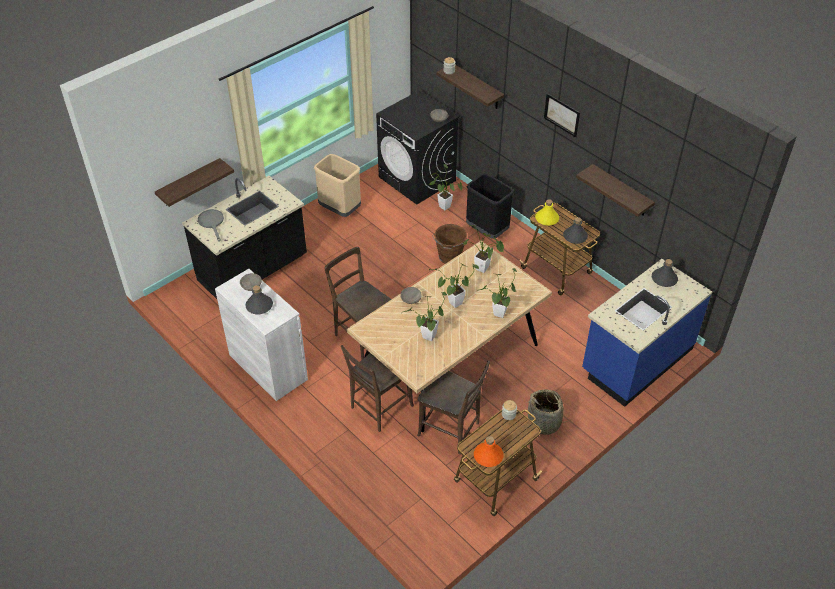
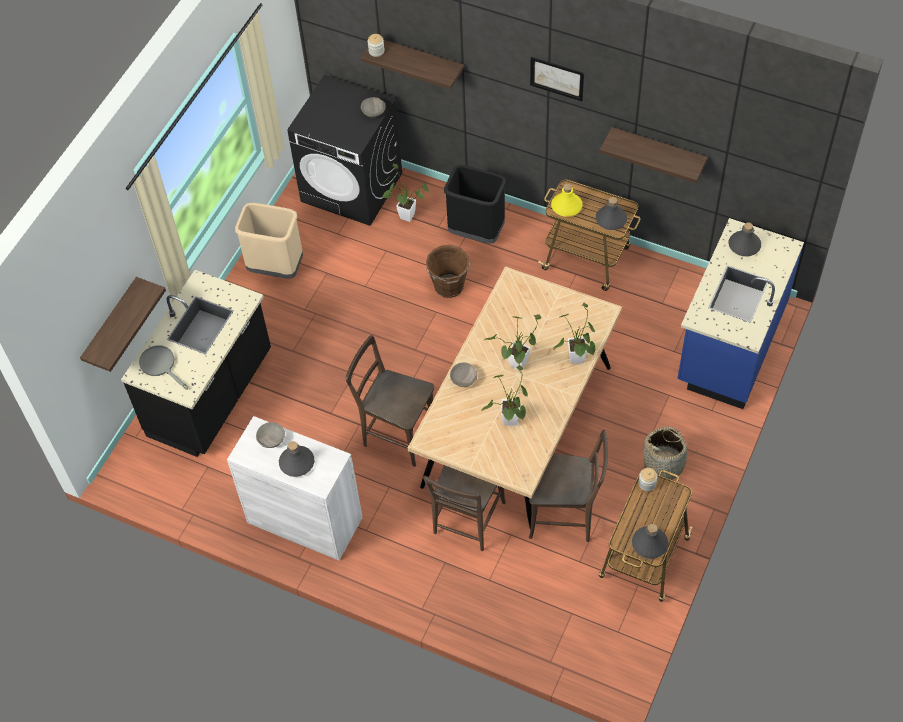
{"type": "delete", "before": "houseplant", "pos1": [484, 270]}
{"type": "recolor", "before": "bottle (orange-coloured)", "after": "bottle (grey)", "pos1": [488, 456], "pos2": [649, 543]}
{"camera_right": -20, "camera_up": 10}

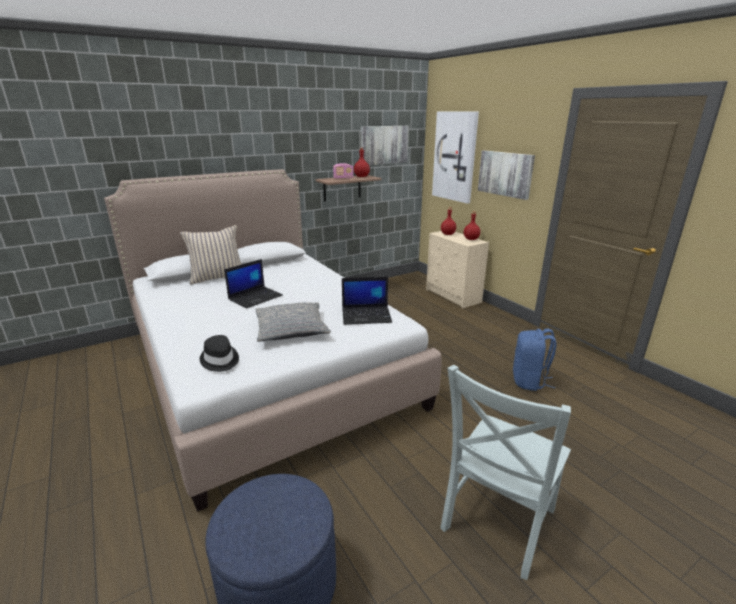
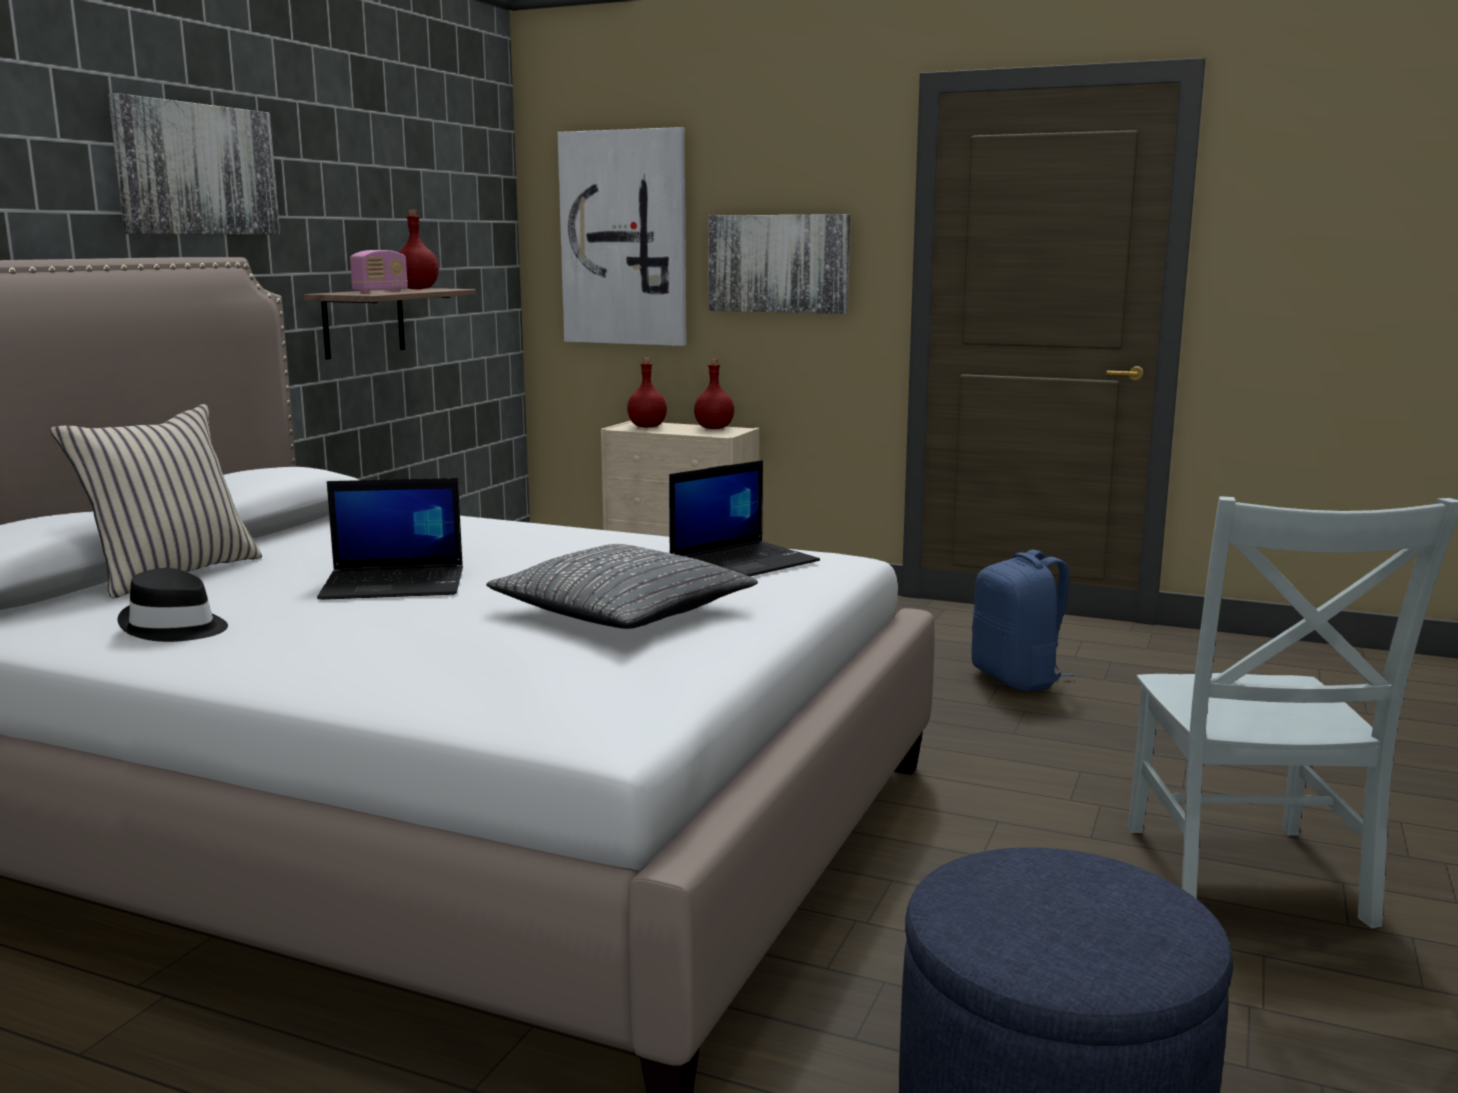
{"type": "move", "before": "picture", "pos1": [384, 145], "pos2": [196, 169]}
{"type": "rotate", "before": "laptop", "pos1": [255, 297], "pos2": [396, 584], "turn": 75}
{"type": "move", "before": "hat (blackish)", "pos1": [220, 360], "pos2": [174, 628]}
{"camera_right": -35, "camera_up": -10}

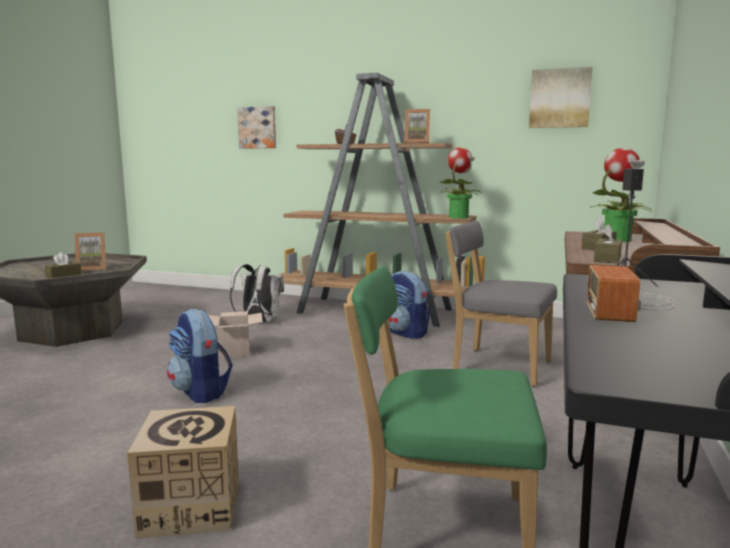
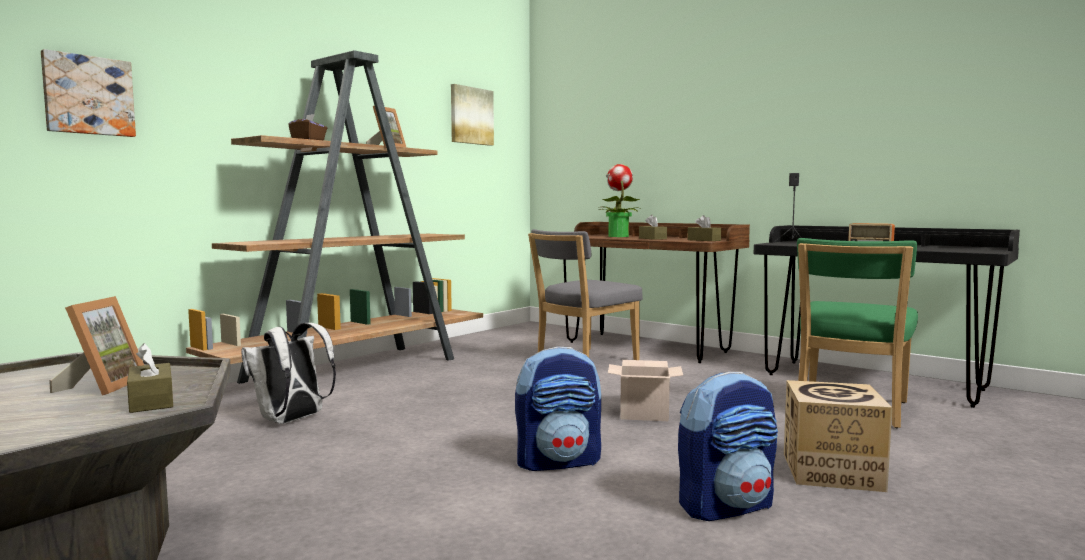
{"type": "delete", "before": "houseplant", "pos1": [458, 217]}
{"type": "move", "before": "knapsack", "pos1": [406, 333], "pos2": [726, 506]}
{"type": "move", "before": "packing box", "pos1": [235, 352], "pos2": [645, 414]}
{"camera_right": -70, "camera_up": -5}

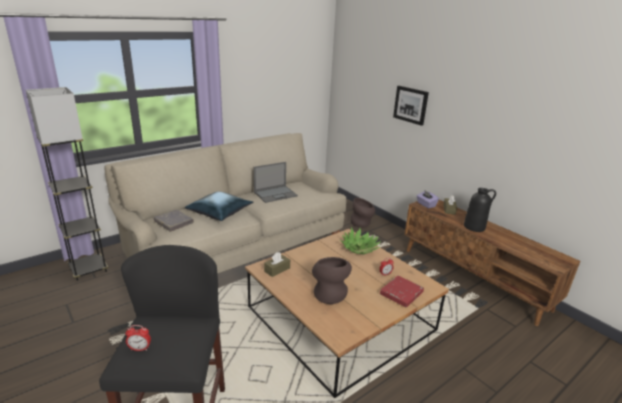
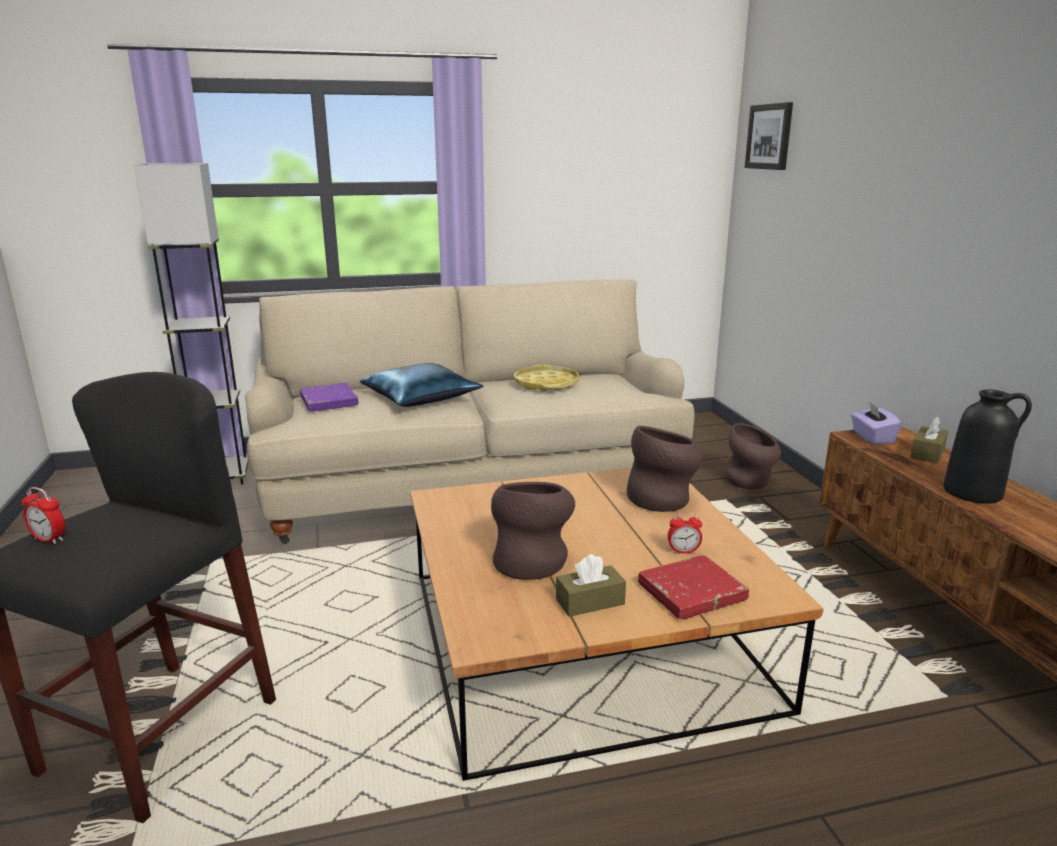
{"type": "move", "before": "picture", "pos1": [411, 105], "pos2": [769, 136]}
{"type": "replace", "before": "laptop", "after": "carrying tray (yellow-coloured)", "pos1": [276, 194], "pos2": [546, 384]}
{"type": "recolor", "before": "book (grey)", "after": "book (purplish)", "pos1": [174, 222], "pos2": [329, 401]}
{"type": "replace", "before": "houseplant", "after": "vase (brown-coloured)", "pos1": [359, 248], "pos2": [662, 499]}
{"type": "move", "before": "tissue holder (brown-coloured)", "pos1": [277, 269], "pos2": [590, 602]}
{"camera_right": 25, "camera_up": -5}

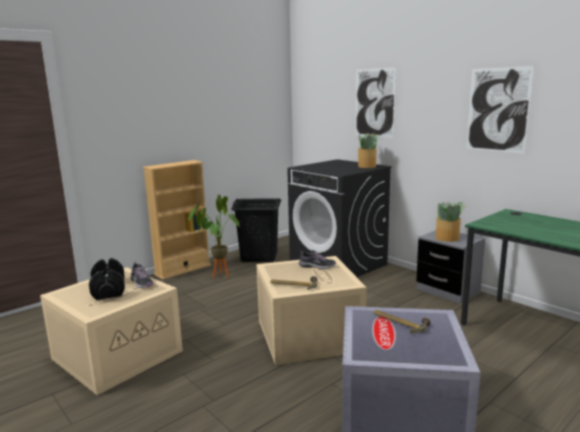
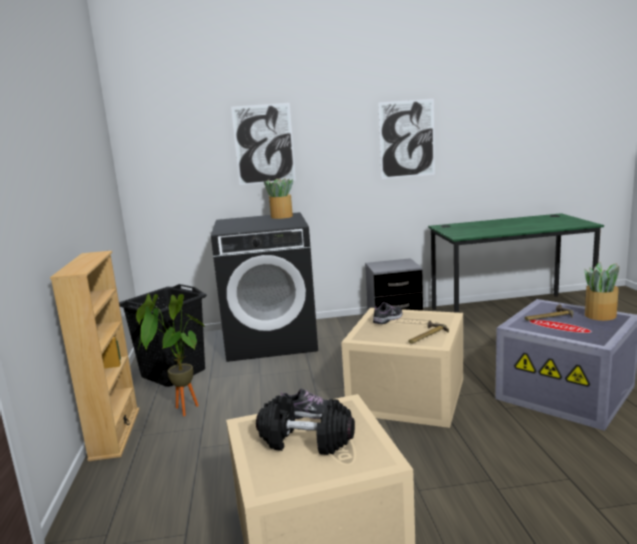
{"type": "move", "before": "houseplant", "pos1": [447, 238], "pos2": [601, 315]}
{"camera_right": -55, "camera_up": 0}

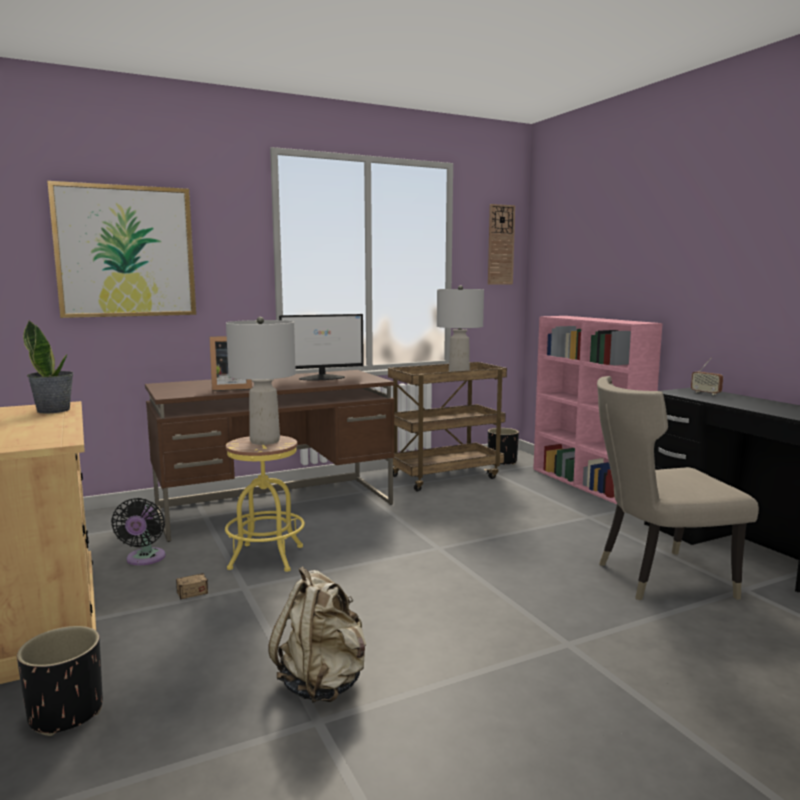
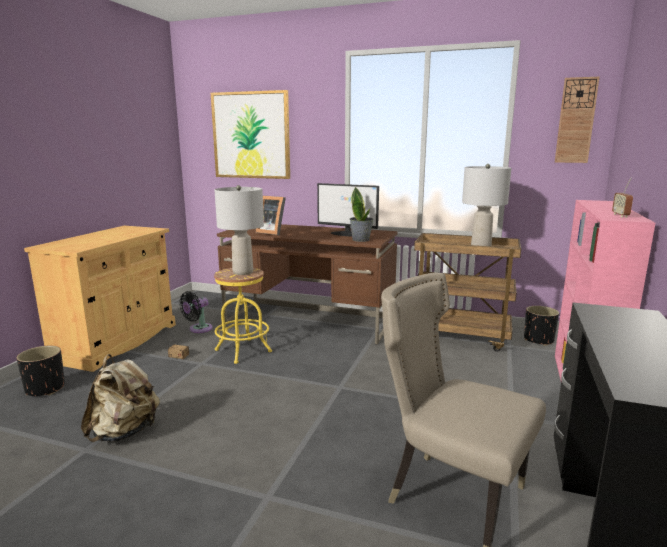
{"type": "move", "before": "houseplant", "pos1": [54, 410], "pos2": [361, 240]}
{"type": "move", "before": "radio set", "pos1": [705, 393], "pos2": [620, 215]}
{"camera_right": 45, "camera_up": 5}

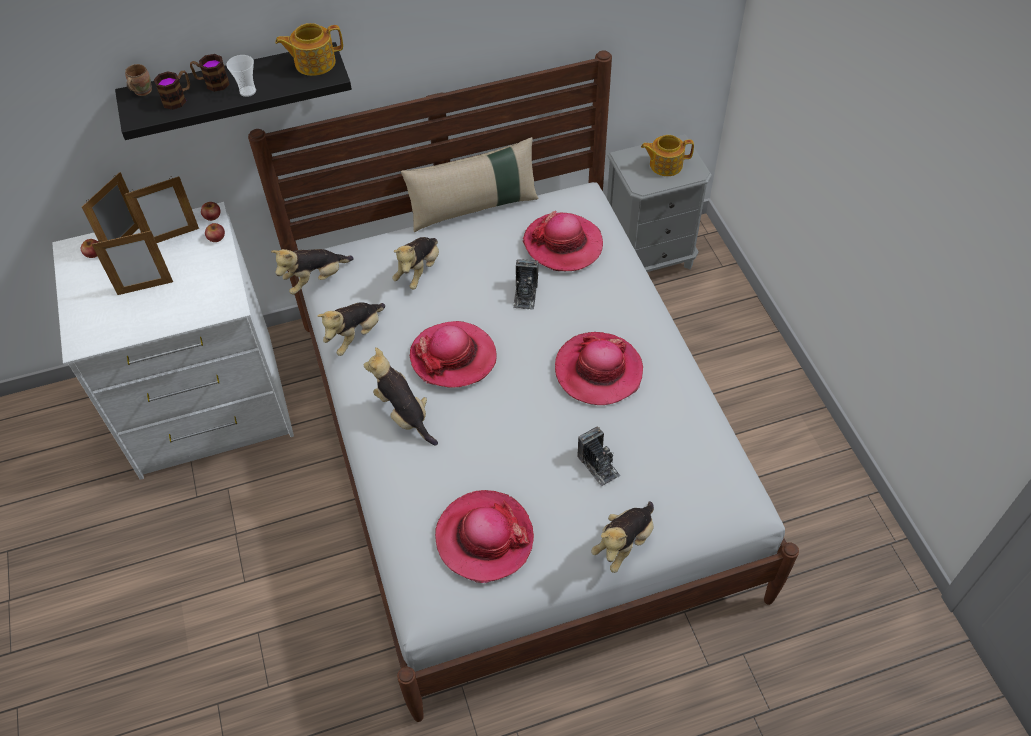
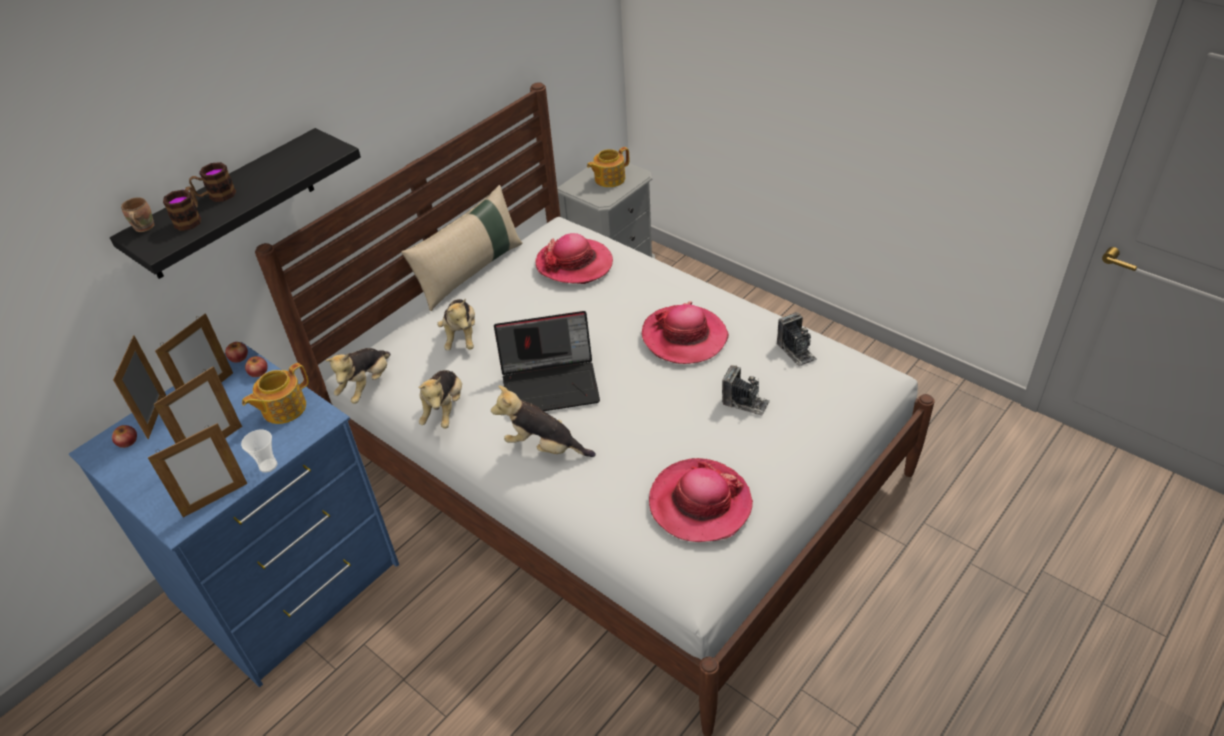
{"type": "move", "before": "tea pot", "pos1": [314, 62], "pos2": [283, 408]}
{"type": "move", "before": "drinking cup", "pos1": [248, 91], "pos2": [268, 465]}
{"type": "recolor", "before": "dresser (white-coloured)", "after": "dresser (blue)", "pos1": [208, 406], "pos2": [287, 583]}
{"type": "move", "before": "still camera", "pos1": [525, 294], "pos2": [796, 351]}
{"type": "replace", "before": "hat", "after": "laptop", "pos1": [453, 357], "pos2": [551, 384]}
{"type": "delete", "before": "soft toy", "pos1": [624, 543]}
{"type": "insert", "after": "photo frame", "pos2": [215, 500]}
{"camera_right": -30, "camera_up": -10}

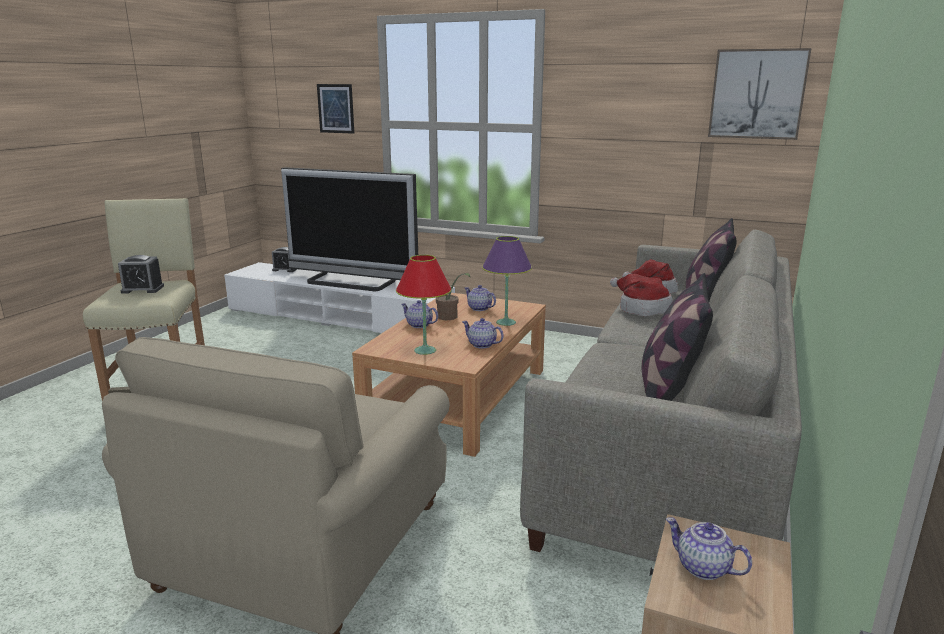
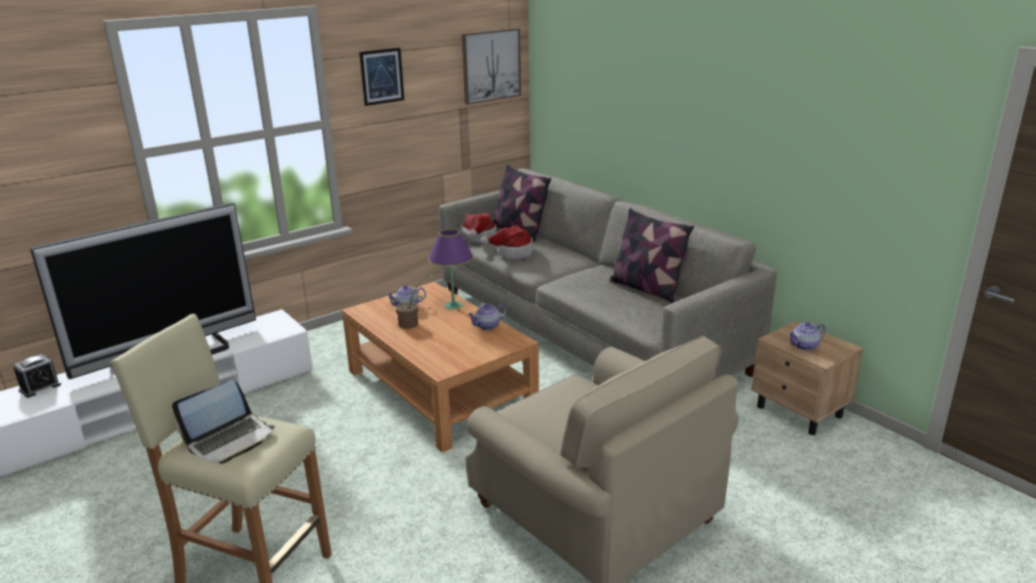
{"type": "move", "before": "picture", "pos1": [335, 108], "pos2": [382, 76]}
{"type": "replace", "before": "alarm clock", "after": "laptop", "pos1": [142, 289], "pos2": [230, 439]}
{"type": "delete", "before": "lamp for a table (red)", "pos1": [425, 350]}
{"type": "delete", "before": "tea pot", "pos1": [419, 325]}
{"camera_right": -60, "camera_up": 5}

